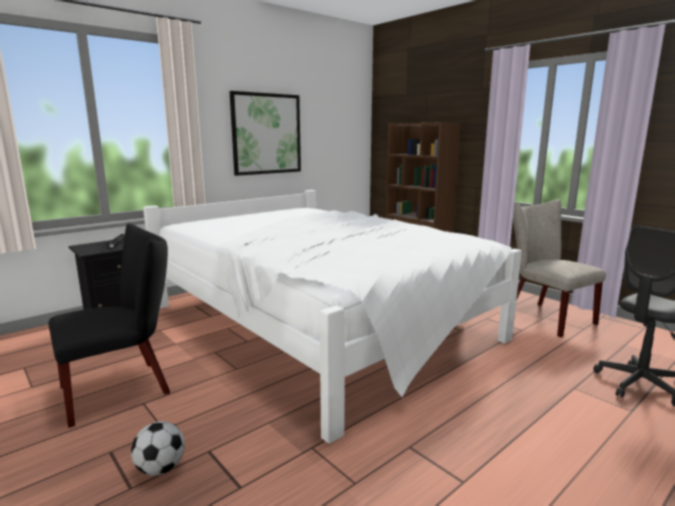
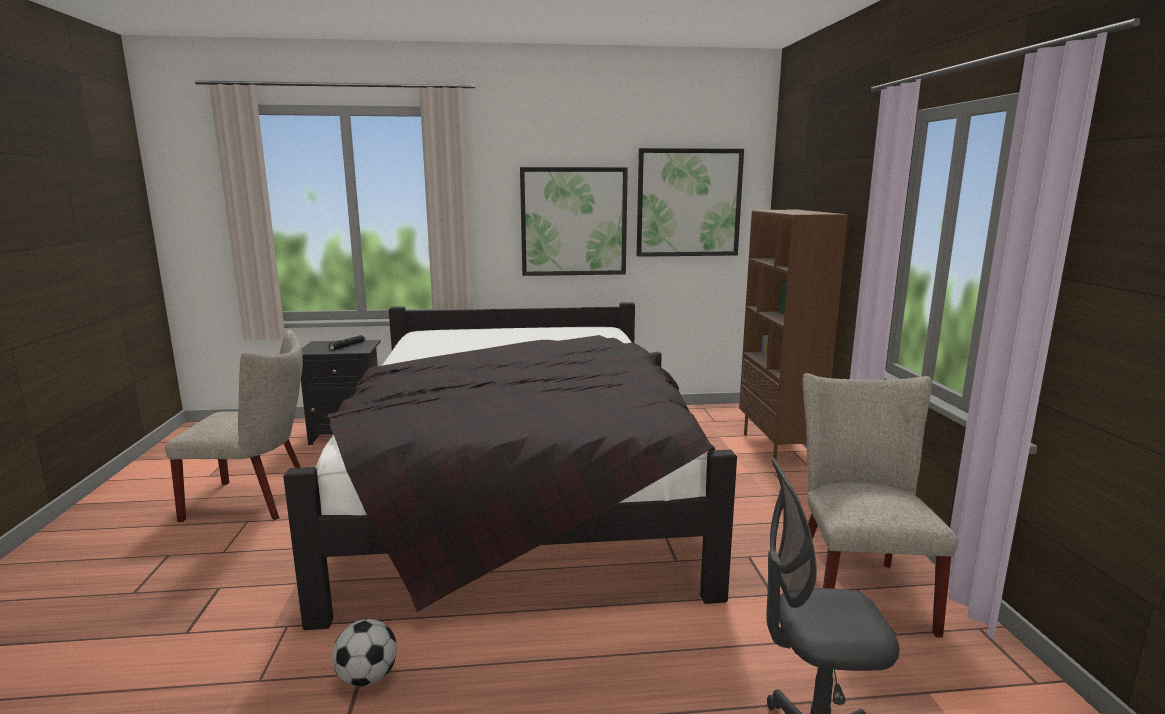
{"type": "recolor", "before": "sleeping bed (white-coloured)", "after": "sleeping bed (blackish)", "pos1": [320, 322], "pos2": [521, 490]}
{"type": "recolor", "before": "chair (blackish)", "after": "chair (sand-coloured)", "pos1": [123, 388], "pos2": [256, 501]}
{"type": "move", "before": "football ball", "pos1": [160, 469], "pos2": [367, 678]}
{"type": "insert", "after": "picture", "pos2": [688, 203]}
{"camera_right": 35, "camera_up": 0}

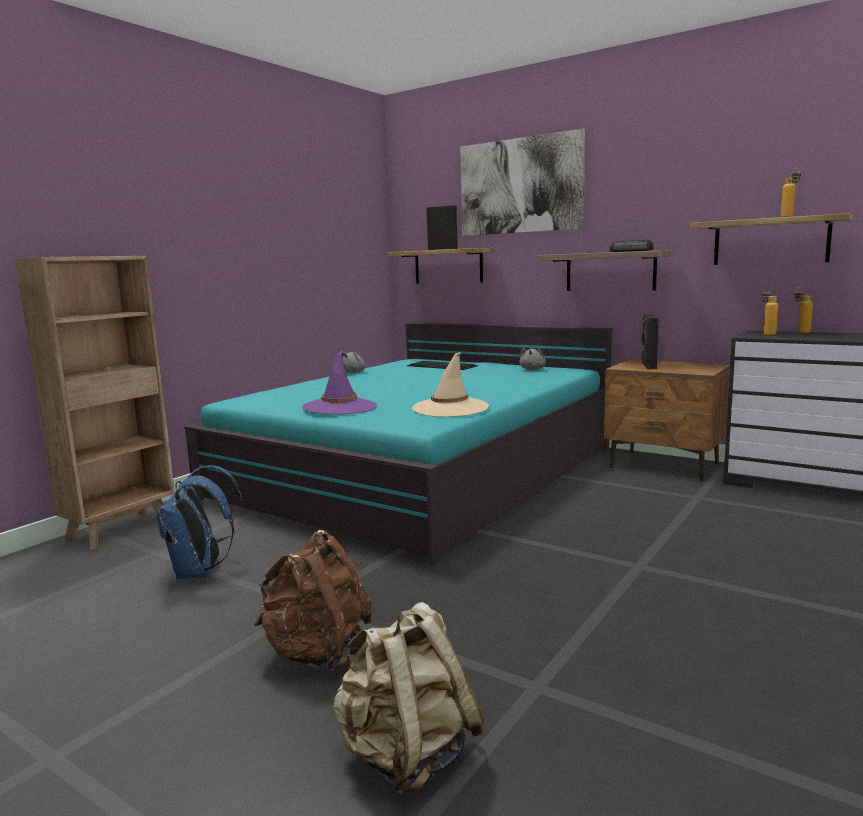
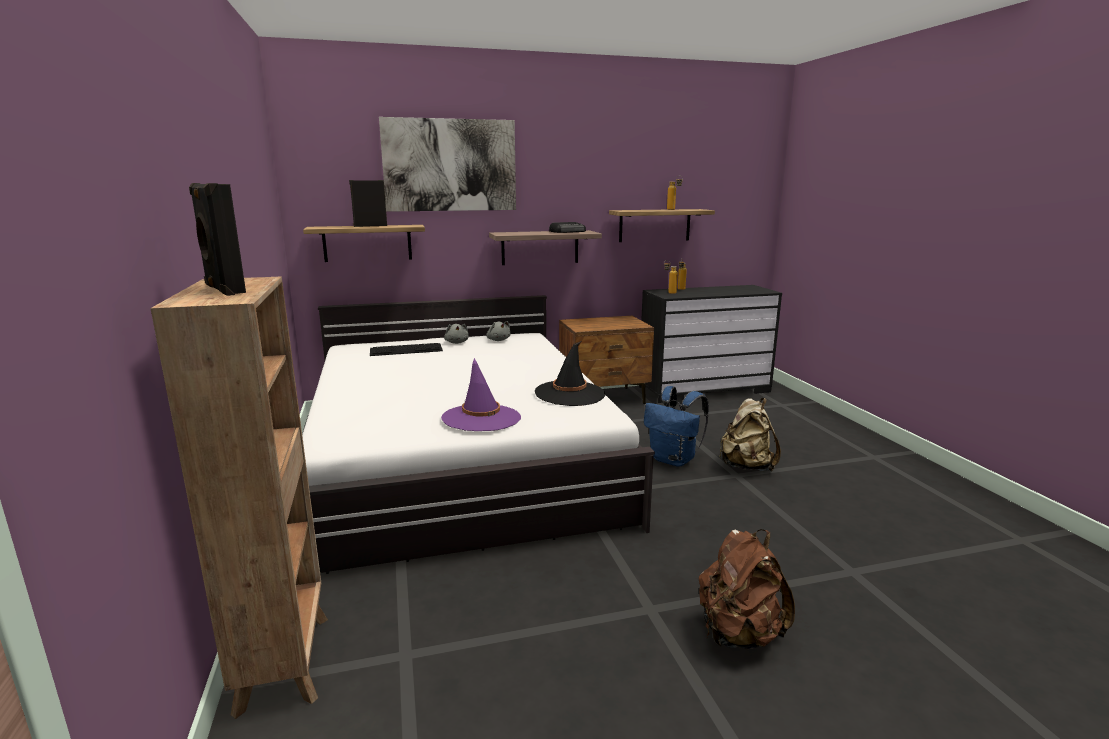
{"type": "move", "before": "audio speaker (blackish)", "pos1": [648, 366], "pos2": [223, 290]}
{"type": "recolor", "before": "sleeping bed (turquoise-coloured)", "after": "sleeping bed (white-coloured)", "pos1": [421, 472], "pos2": [458, 460]}
{"type": "move", "before": "soft toy (grey)", "pos1": [354, 372], "pos2": [457, 342]}
{"type": "recolor", "before": "hat (sand-coloured)", "after": "hat (blackish)", "pos1": [450, 408], "pos2": [570, 394]}
{"type": "move", "before": "knapsack (blue)", "pos1": [201, 572], "pos2": [674, 460]}
{"type": "move", "before": "knapsack (sand-coloured)", "pos1": [407, 756], "pos2": [746, 466]}
{"camera_right": -50, "camera_up": 5}

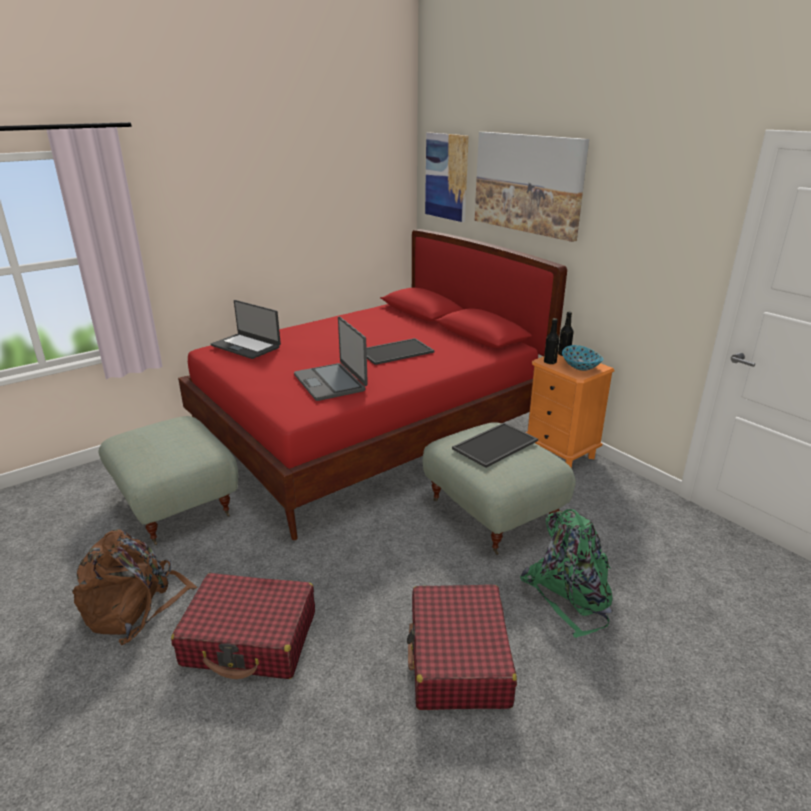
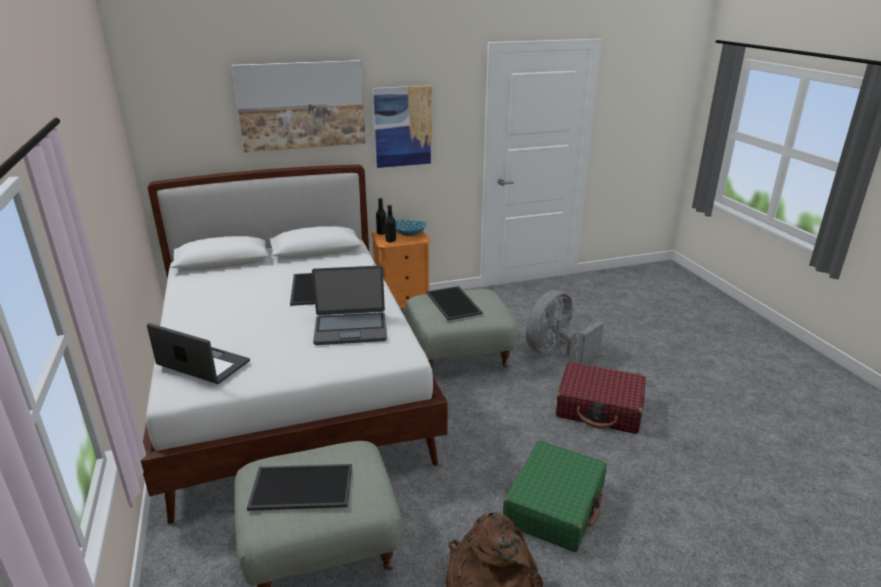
{"type": "move", "before": "picture", "pos1": [446, 176], "pos2": [403, 126]}
{"type": "recolor", "before": "sleeping bed (red)", "after": "sleeping bed (white-coloured)", "pos1": [370, 434], "pos2": [292, 387]}
{"type": "rotate", "before": "laptop", "pos1": [246, 346], "pos2": [202, 364], "turn": -120}
{"type": "replace", "before": "knapsack (green-coloured)", "after": "electric fan (grey)", "pos1": [570, 594], "pos2": [556, 352]}
{"type": "recolor", "before": "travel case (red)", "after": "travel case (green-coloured)", "pos1": [250, 639], "pos2": [555, 505]}
{"type": "insert", "after": "carrying tray", "pos2": [300, 488]}
{"camera_right": -70, "camera_up": 0}

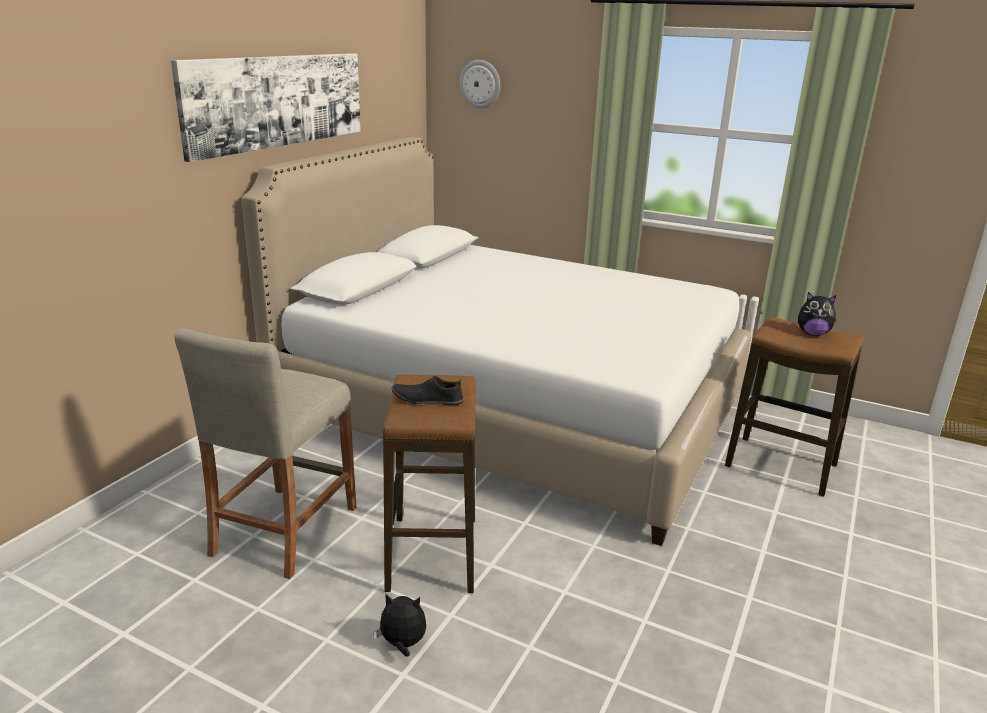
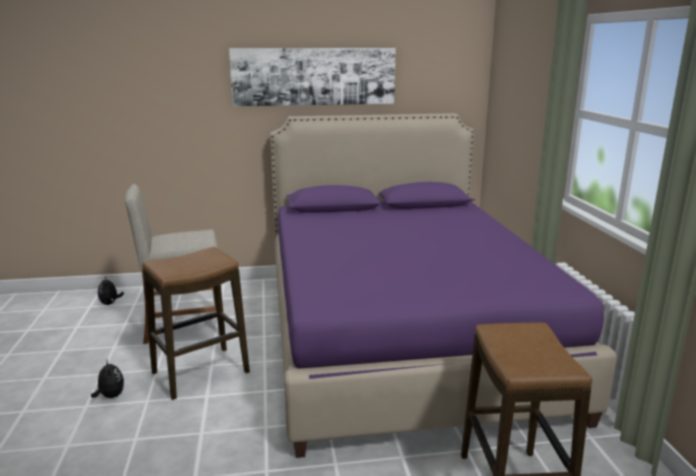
{"type": "delete", "before": "wall clock", "pos1": [480, 84]}
{"type": "recolor", "before": "sleeping bed (white-coloured)", "after": "sleeping bed (purplish)", "pos1": [512, 411], "pos2": [400, 336]}
{"type": "move", "before": "soft toy", "pos1": [812, 334], "pos2": [110, 303]}
{"type": "delete", "before": "low shoe (blackish)", "pos1": [427, 399]}
{"camera_right": 55, "camera_up": -5}

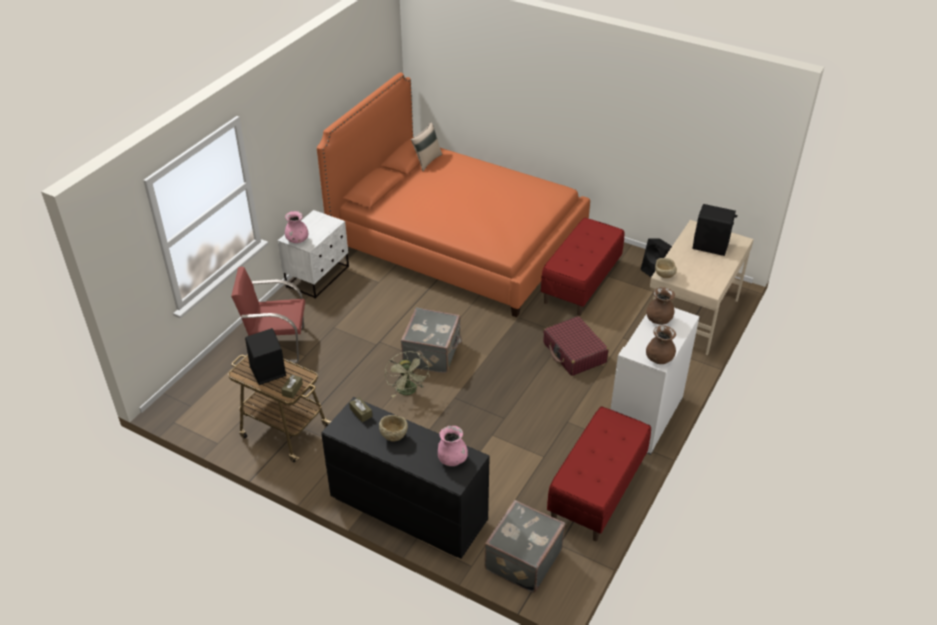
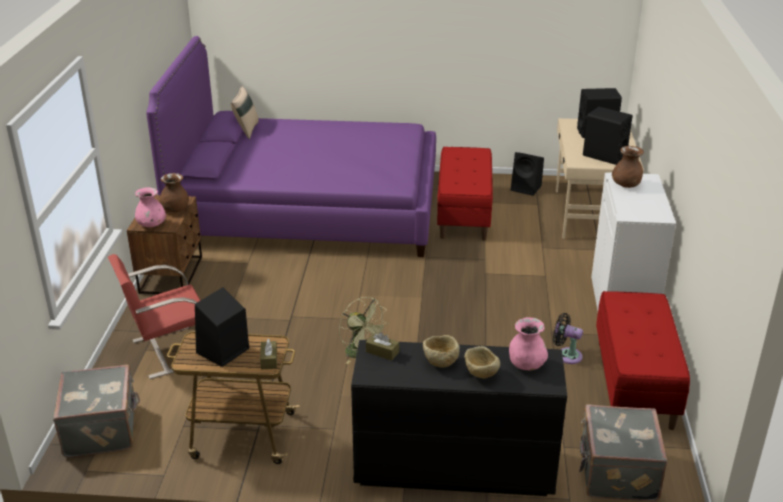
{"type": "recolor", "before": "sleeping bed (orange-coloured)", "after": "sleeping bed (purplish)", "pos1": [457, 241], "pos2": [308, 208]}
{"type": "recolor", "before": "bedside table (white-coloured)", "after": "bedside table (brown-coloured)", "pos1": [318, 277], "pos2": [172, 275]}
{"type": "move", "before": "serving bowl (sand-coloured)", "pos1": [664, 275], "pos2": [480, 374]}
{"type": "move", "before": "travel case (grey)", "pos1": [433, 353], "pos2": [102, 429]}
{"type": "delete", "before": "travel case (red)", "pos1": [574, 353]}
{"type": "move", "before": "vase (brown-coloured)", "pos1": [659, 359], "pos2": [175, 210]}
{"type": "insert", "after": "audio speaker (blackish)", "pos2": [604, 156]}
{"type": "insert", "after": "electric fan (blackish)", "pos2": [566, 355]}
{"camera_right": -25, "camera_up": -10}

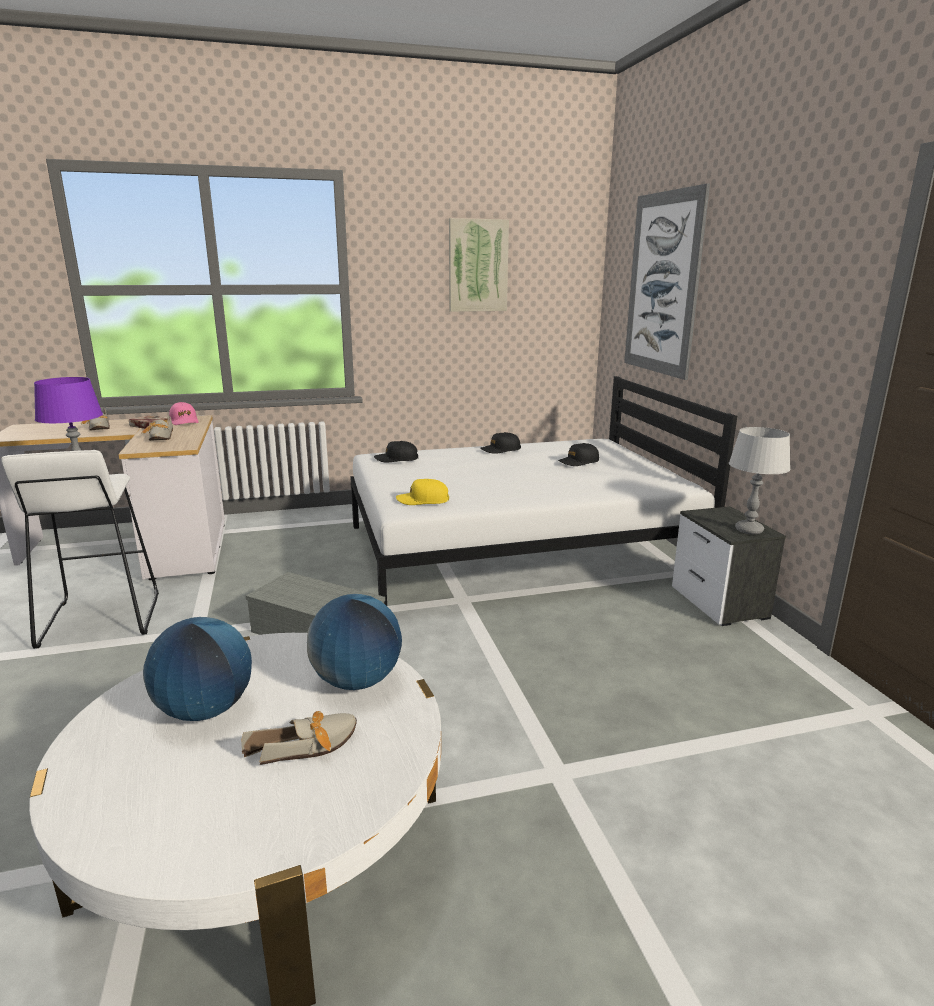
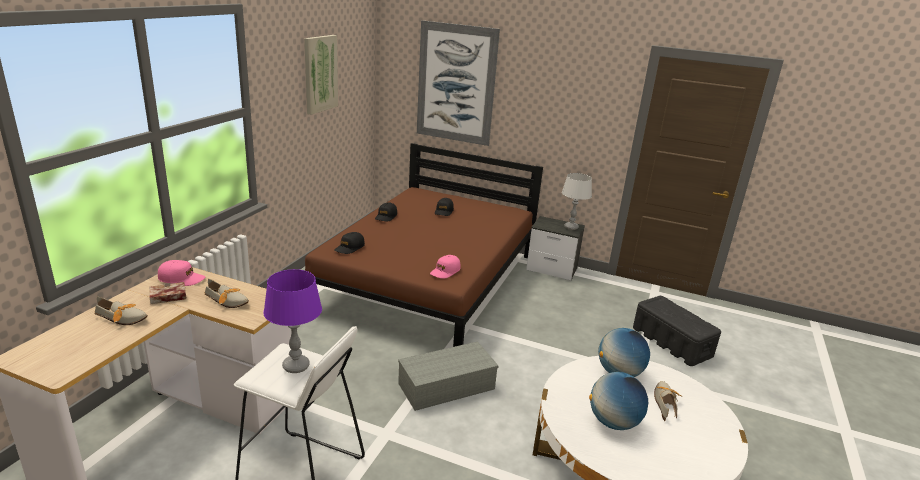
{"type": "recolor", "before": "sleeping bed (white-coloured)", "after": "sleeping bed (brown-coloured)", "pos1": [517, 550], "pos2": [429, 282]}
{"type": "recolor", "before": "peaked cap (yellow-coloured)", "after": "peaked cap (pink)", "pos1": [423, 500], "pos2": [445, 271]}
{"type": "insert", "after": "storage bin (blackish)", "pos2": [671, 342]}
{"camera_right": -55, "camera_up": 5}

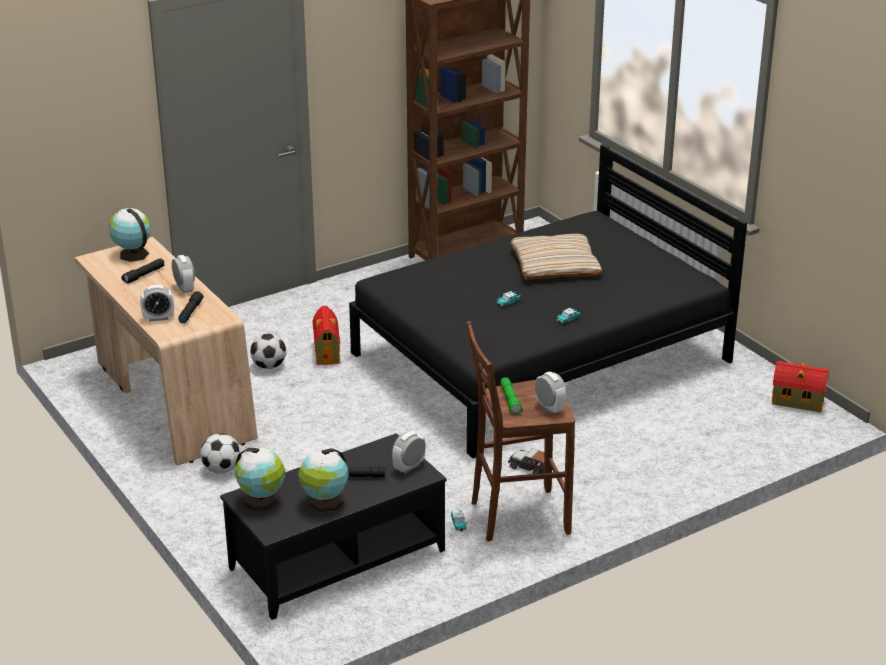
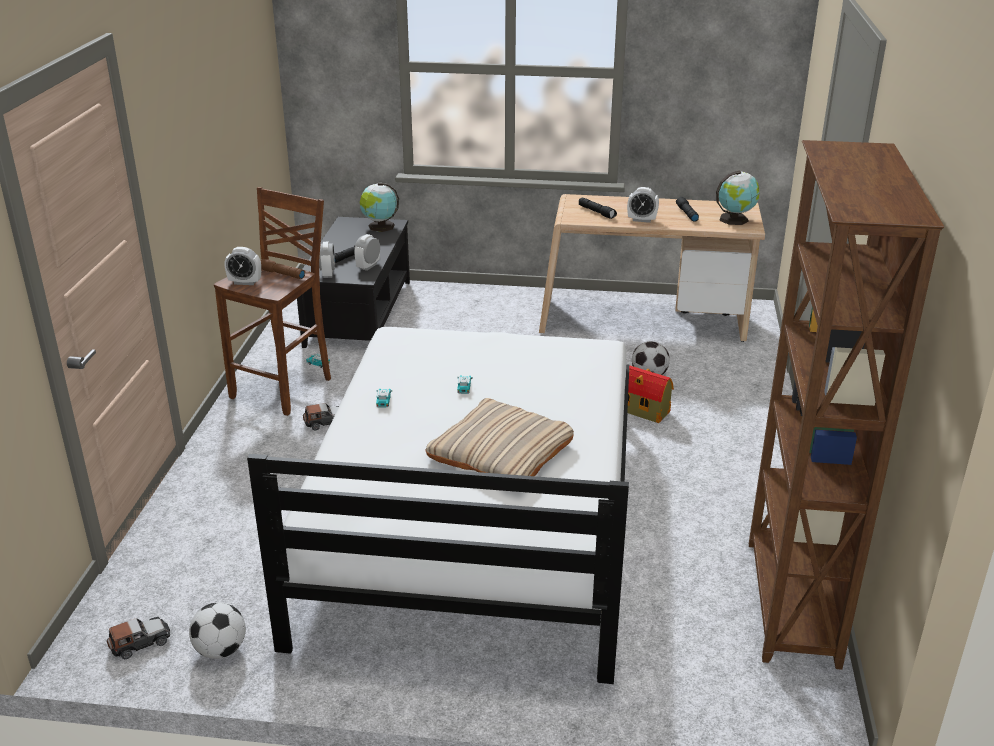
{"type": "recolor", "before": "sleeping bed (blackish)", "after": "sleeping bed (white-coloured)", "pos1": [541, 357], "pos2": [474, 519]}
{"type": "move", "before": "alarm clock", "pos1": [158, 318], "pos2": [368, 266]}
{"type": "replace", "before": "miniature house", "after": "toy car", "pos1": [799, 402], "pos2": [140, 643]}
{"type": "recolor", "before": "torch (green-coloured)", "after": "torch (brown-coloured)", "pos1": [511, 400], "pos2": [281, 274]}
{"type": "move", "before": "football ball", "pos1": [222, 469], "pos2": [221, 650]}
{"type": "delete", "before": "globe", "pos1": [325, 503]}
{"camera_right": 130, "camera_up": 0}

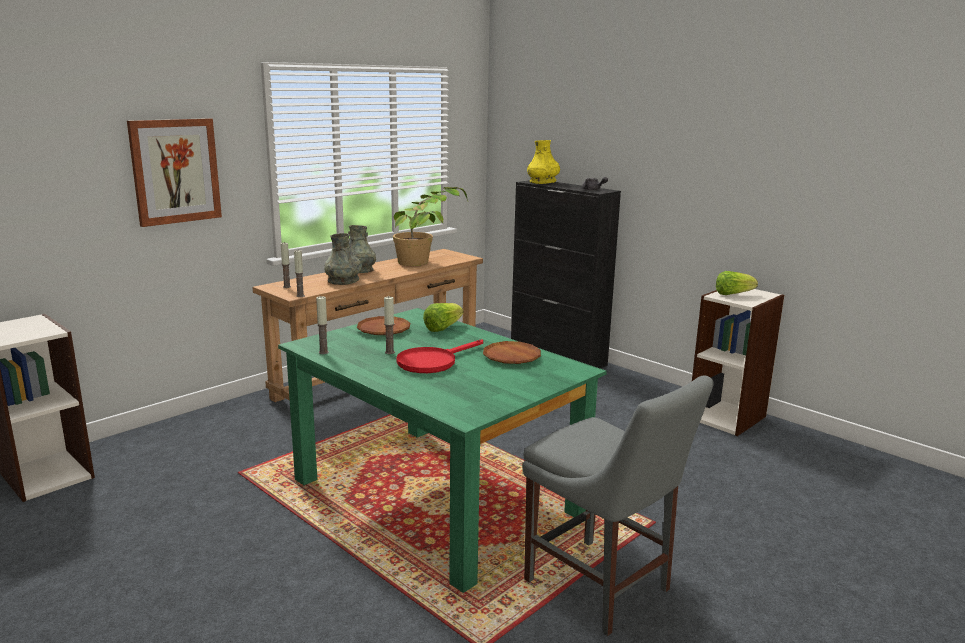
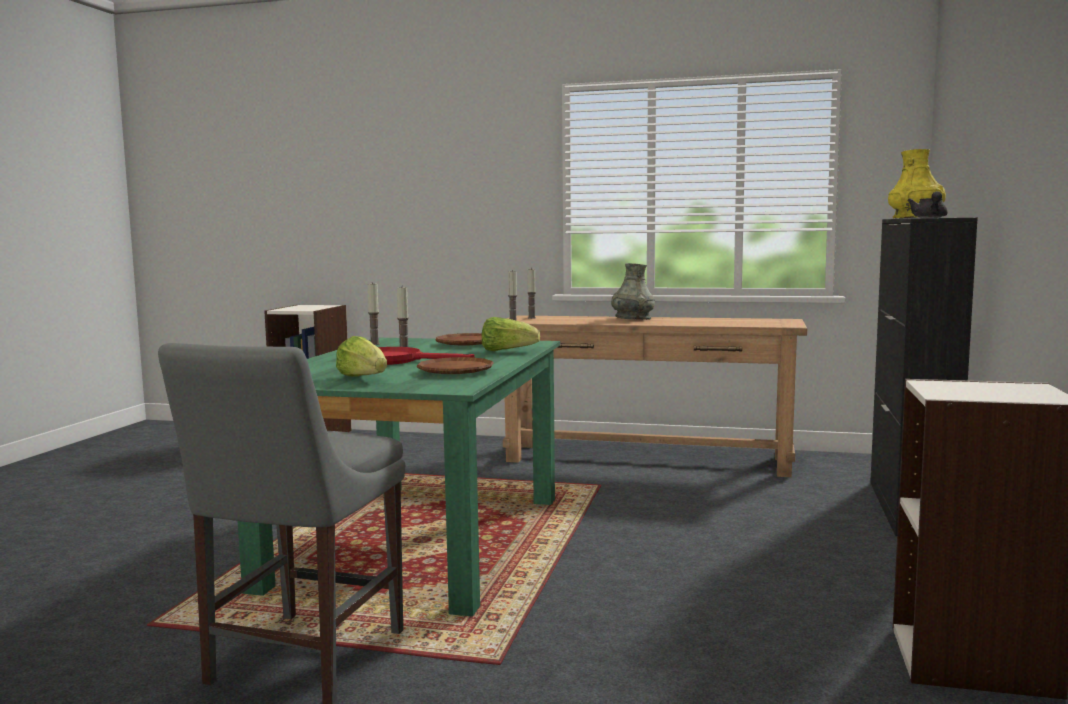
{"type": "delete", "before": "picture", "pos1": [175, 171]}
{"type": "delete", "before": "houseplant", "pos1": [428, 261]}
{"type": "delete", "before": "vase (grey)", "pos1": [343, 281]}
{"type": "move", "before": "head of lettuce", "pos1": [733, 294], "pos2": [363, 378]}
{"camera_right": 60, "camera_up": -10}

